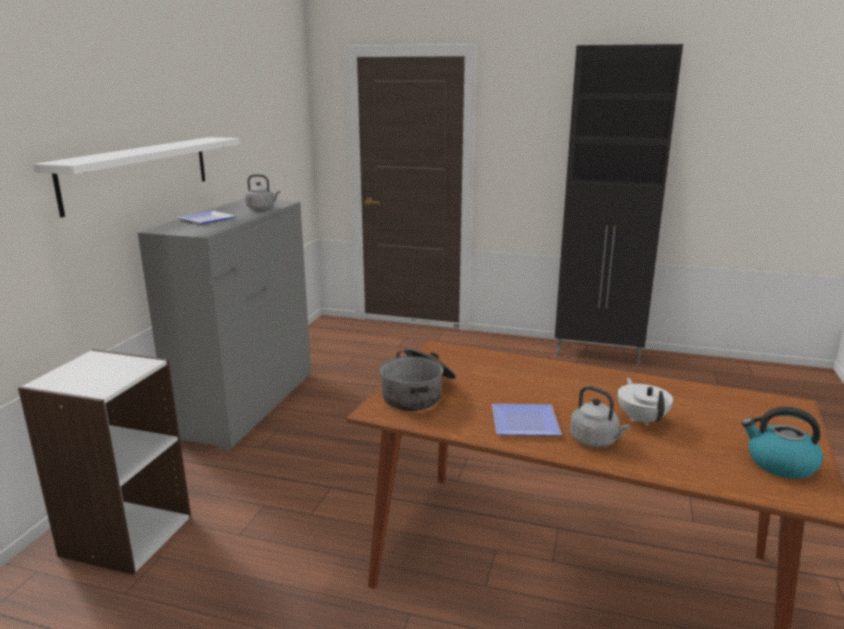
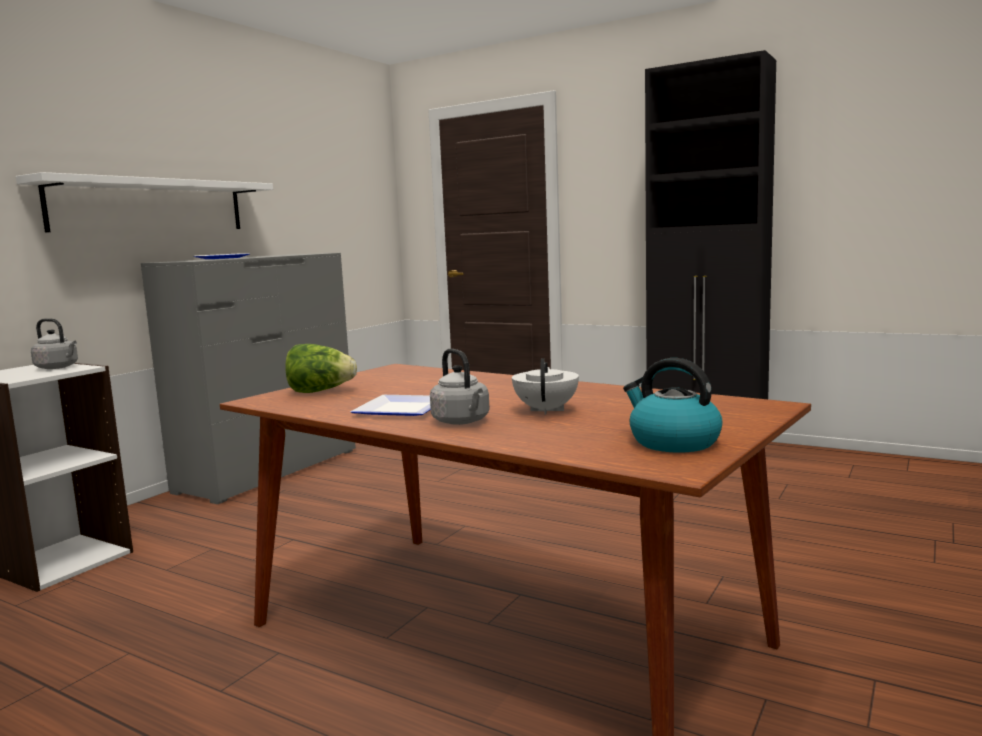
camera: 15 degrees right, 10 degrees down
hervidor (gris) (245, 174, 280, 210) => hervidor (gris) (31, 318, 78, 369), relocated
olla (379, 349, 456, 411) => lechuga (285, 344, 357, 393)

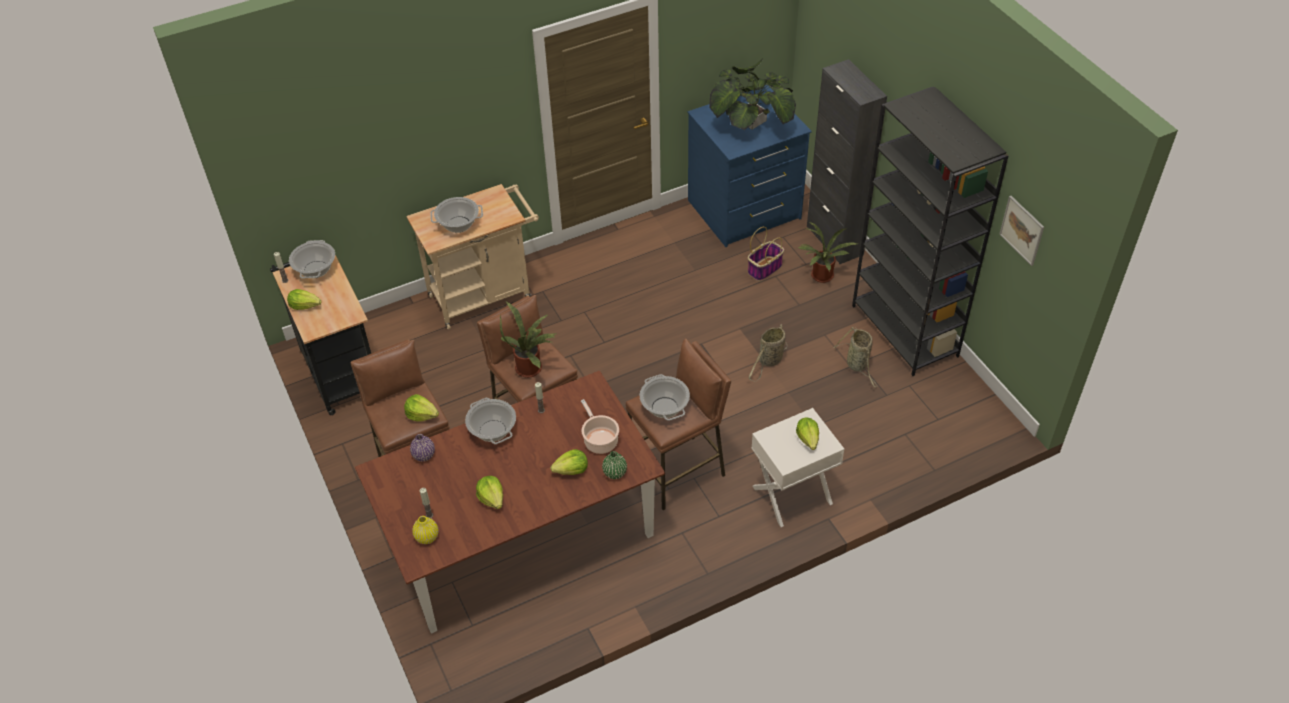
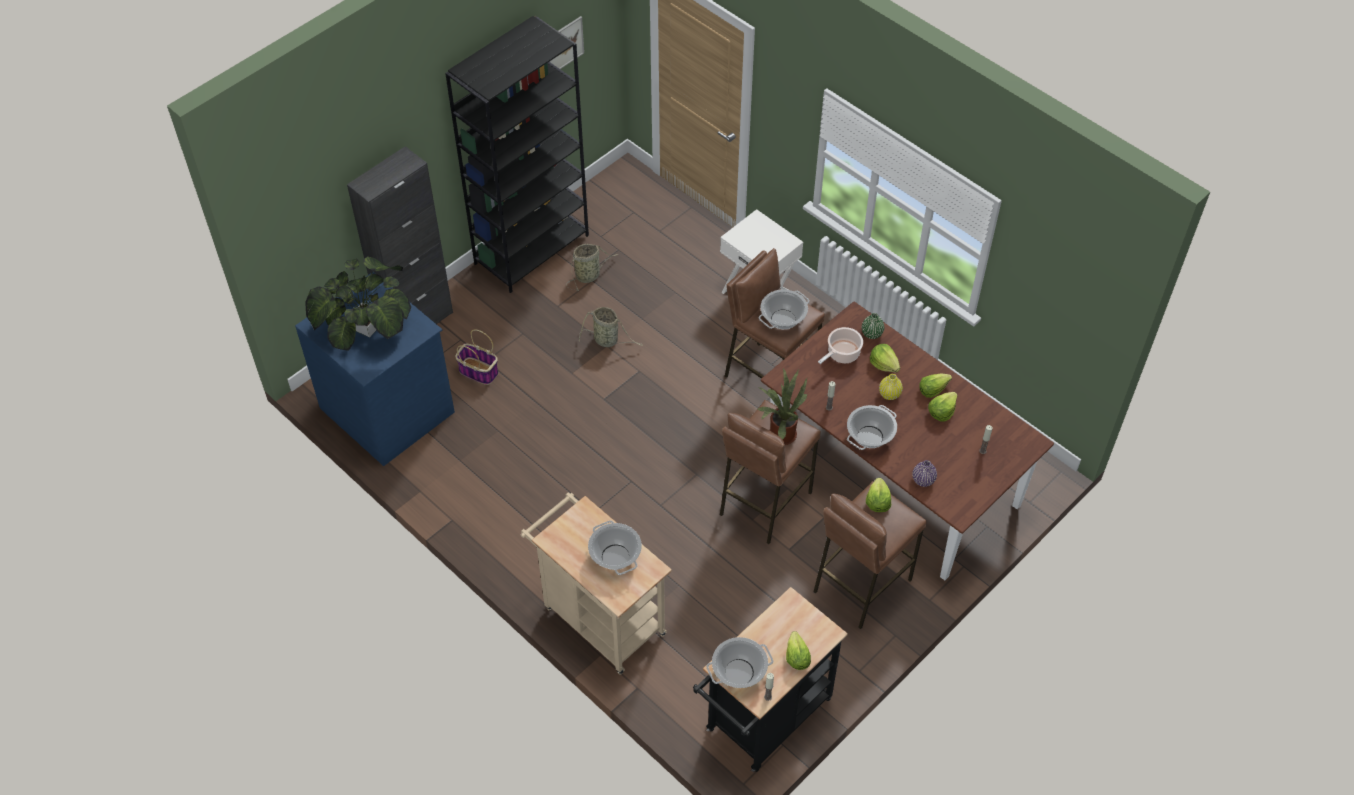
camera: 110 degrees left, 5 degrees up
planta en maceta (798, 222, 858, 283) => nothing
florero (amarillo) (412, 516, 438, 544) => florero (amarillo) (879, 374, 903, 400), relocated
lechuga (796, 418, 819, 450) => lechuga (919, 373, 952, 398), relocated

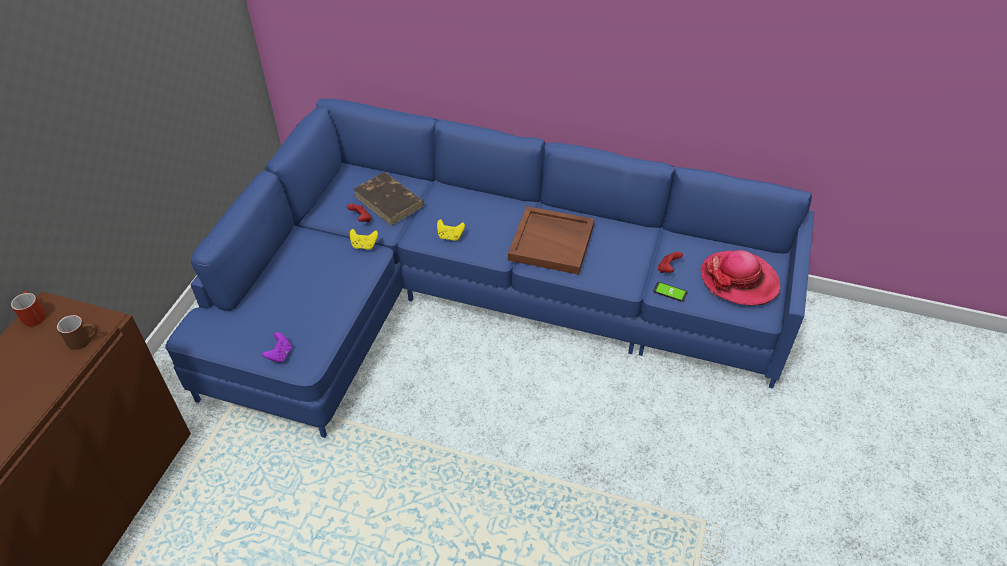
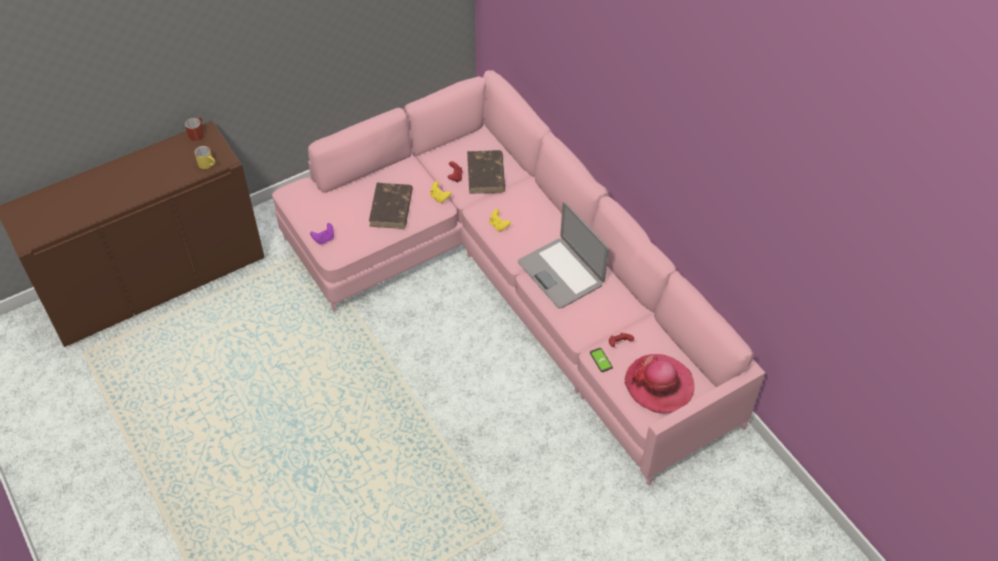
camera: 40 degrees right, 5 degrees up
nothing => libro (marrón) (369, 183, 413, 229)
bandeja (marrón) (508, 206, 594, 275) => portátil (518, 202, 609, 308)
taza grande (marrón) (57, 315, 97, 350) => taza grande (amarillo) (195, 146, 215, 169)
sofá (azul) (166, 98, 814, 438) => sofá (rosa) (272, 70, 765, 486)

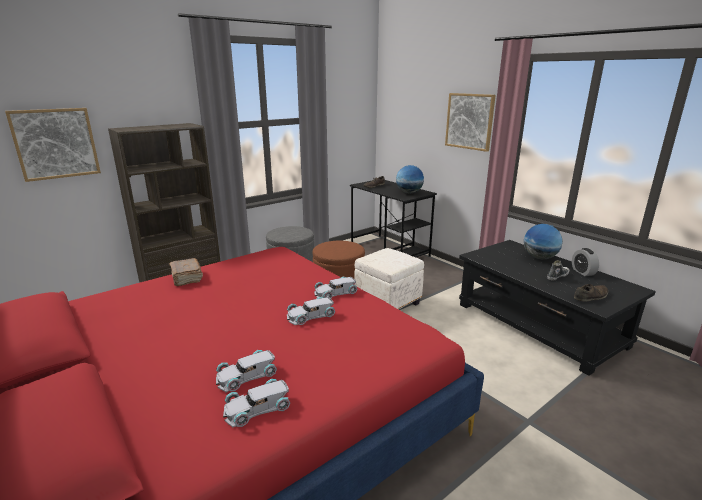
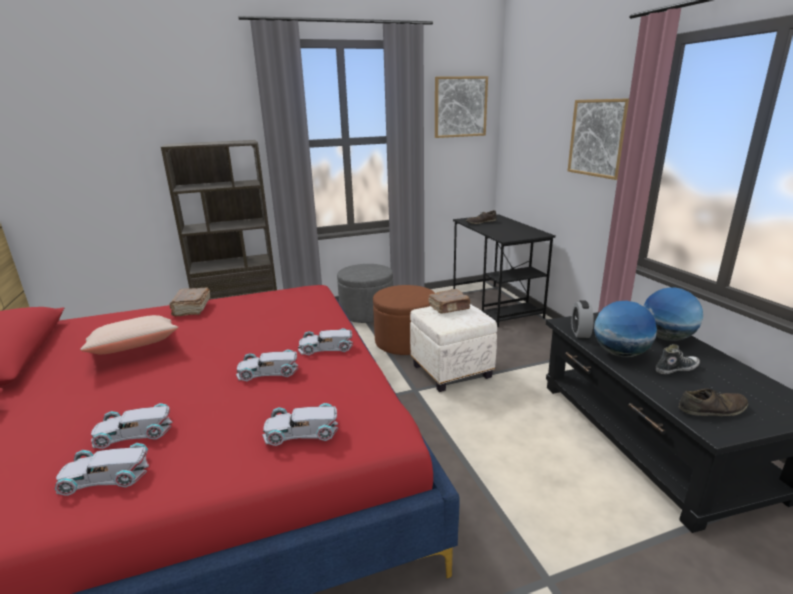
camera: 20 degrees right, 0 degrees up
nothing => cojín (beis) (80, 315, 179, 354)
nothing => coche de juguete (blanco) (262, 403, 338, 446)
nothing => libro (marrón) (428, 289, 470, 314)
cuadro (5, 108, 101, 182) => cuadro (435, 76, 488, 138), relocated
globo terráqueo (396, 165, 424, 194) => globo terráqueo (594, 301, 657, 357), relocated
despertador (572, 248, 599, 276) => despertador (571, 300, 594, 338), relocated

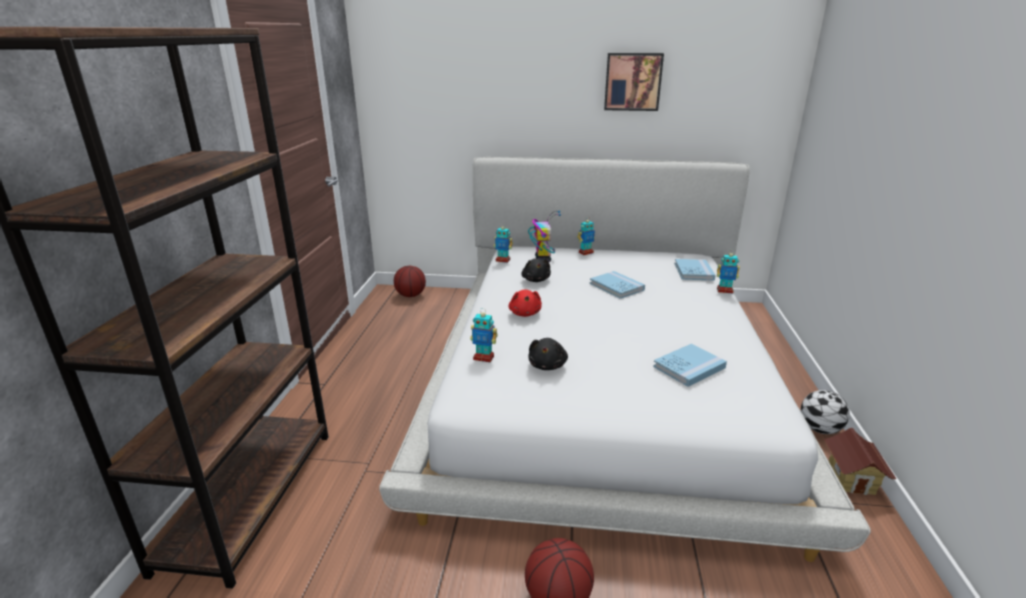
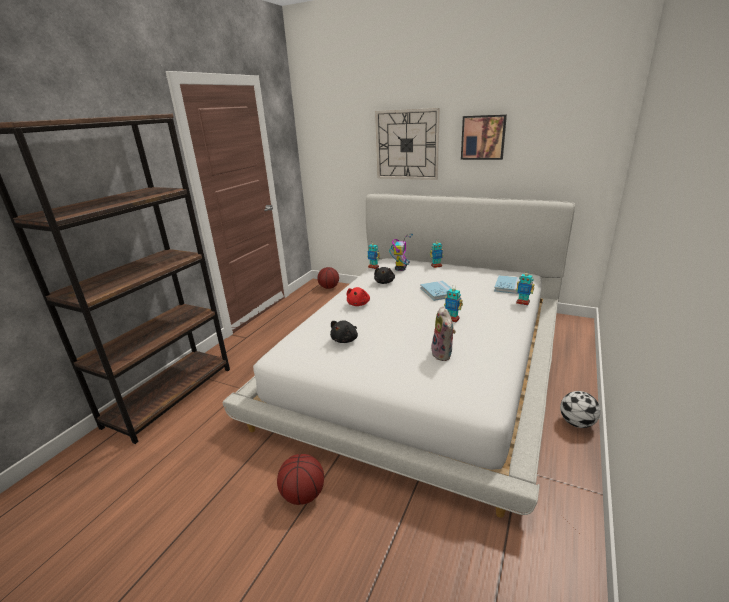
camera: 20 degrees right, 0 degrees up
casita (824, 428, 896, 495) => nothing
nothing => reloj de pared (375, 108, 440, 180)
robot de juguete (470, 308, 497, 362) => robot de juguete (444, 285, 463, 322), relocated
libro (azul) (653, 344, 727, 387) => peluche (431, 306, 456, 361)

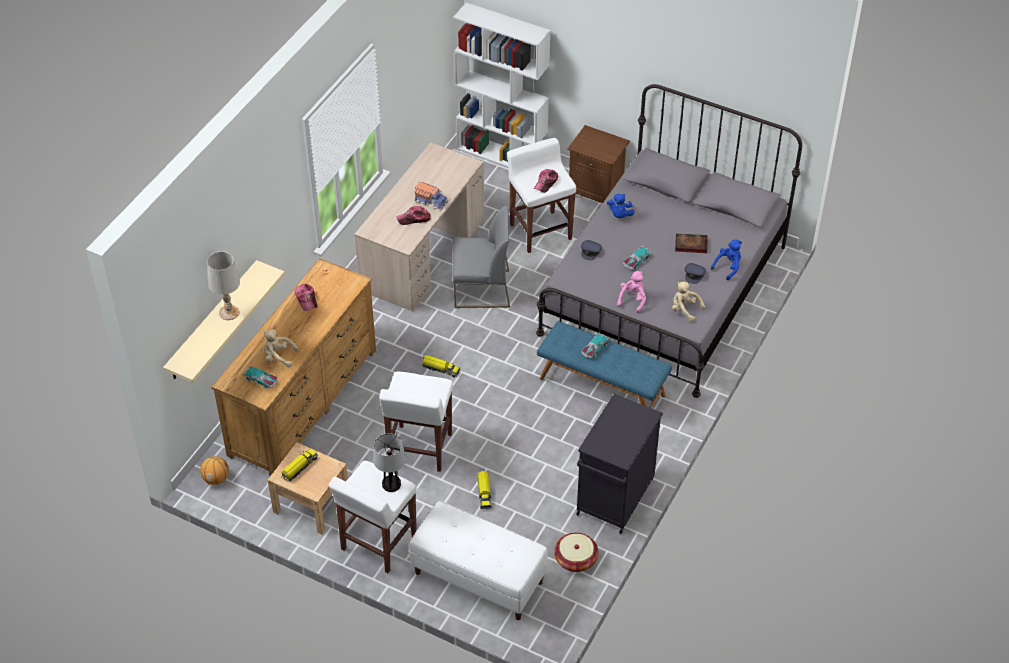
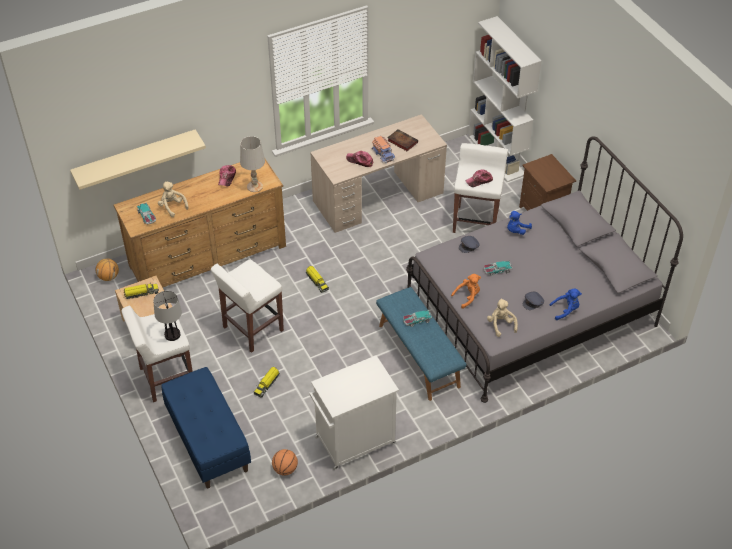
camera: 35 degrees right, 0 degrees up
silla (gris) (452, 205, 510, 308) => nothing
lámpara de mesa (blanco) (207, 251, 240, 320) => lámpara de mesa (blanco) (240, 136, 265, 192), relocated
libro (675, 233, 708, 253) => libro (387, 129, 418, 151), relocated
cesta (554, 533, 598, 572) => balón de baloncesto (272, 449, 298, 475)
banco (blanco) (409, 501, 548, 620) => banco (azul) (161, 367, 251, 488)
armario (negro) (576, 394, 663, 534) => armario (blanco) (309, 355, 399, 470)
peluche (rosa) (617, 271, 646, 313) => peluche (naranja) (451, 274, 481, 309)

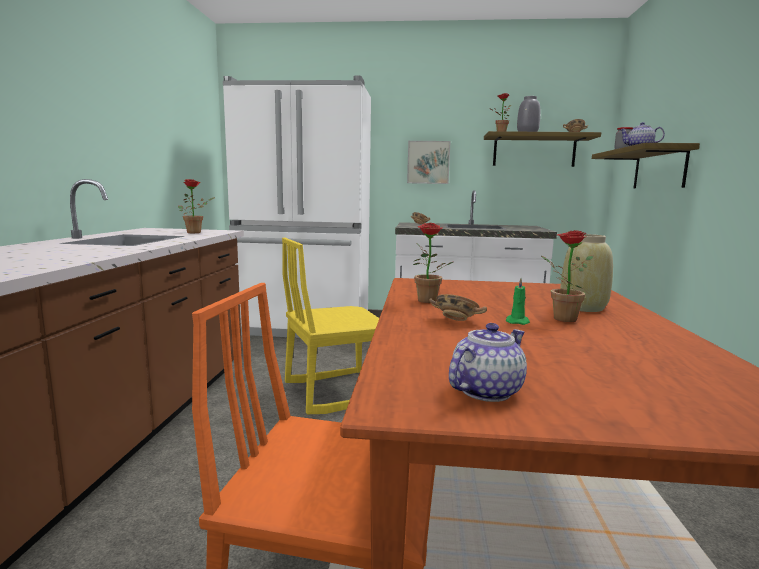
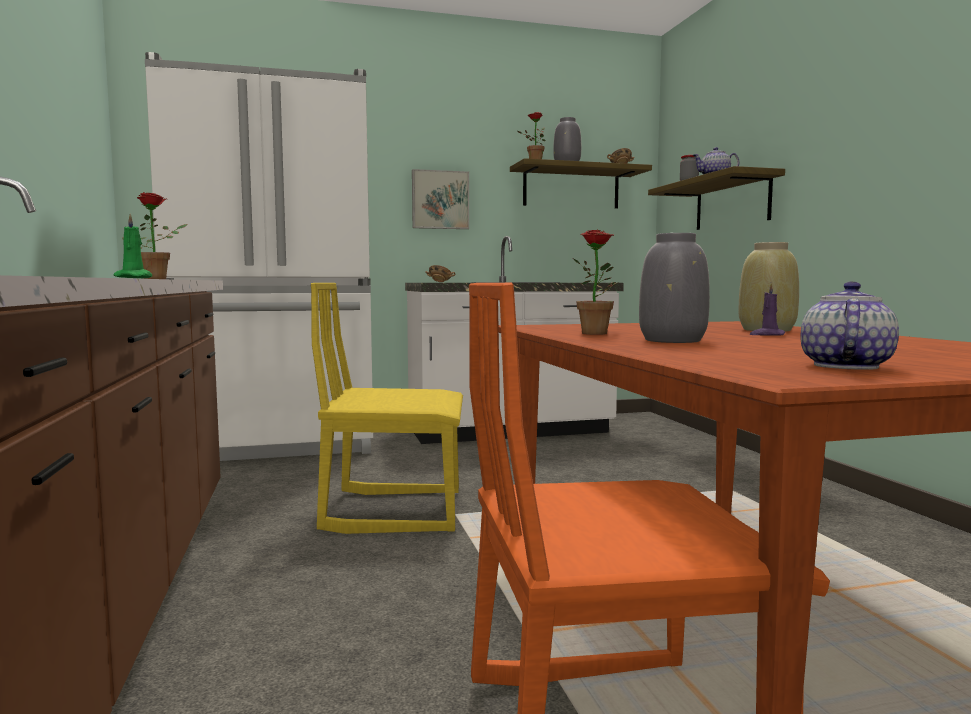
camera: 20 degrees left, 5 degrees down
vela (verde) (506, 278, 530, 325) => vela (verde) (113, 214, 152, 278), relocated
cuenco (429, 294, 487, 321) => florero (gris) (639, 233, 710, 343)
planta en maceta (541, 230, 594, 322) => vela (morado) (750, 283, 785, 336)
silla (amarillo) (282, 238, 379, 415) => silla (amarillo) (311, 283, 463, 534), 45 degrees clockwise

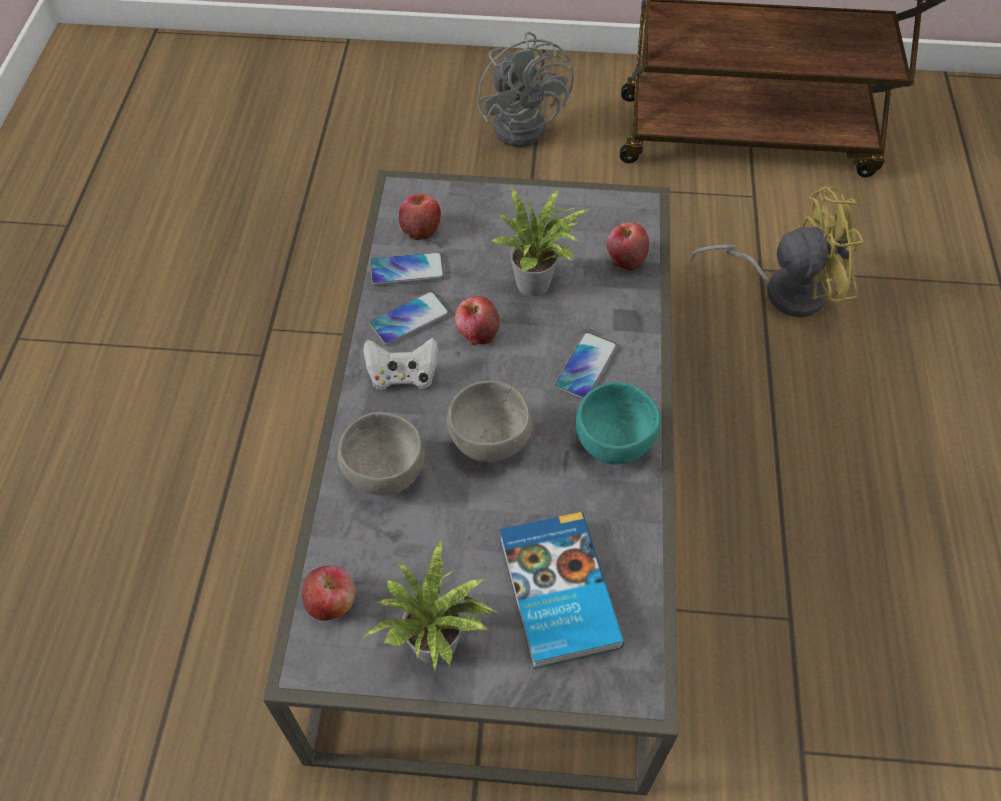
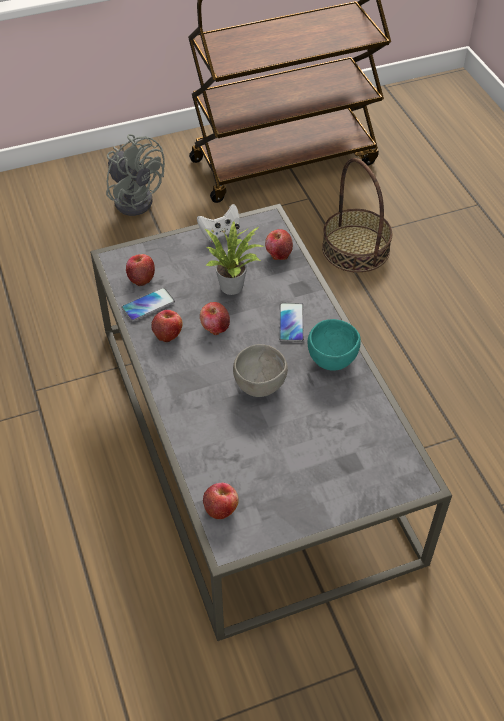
camera: 25 degrees left, 5 degrees down
cuenco (gris) (338, 412, 424, 496) => nothing
planta en maceta (362, 538, 498, 673) => nothing
libro (500, 512, 624, 669) => nothing
mando de consola (blanco) (363, 338, 438, 390) => mando de consola (blanco) (197, 204, 240, 242), relocated
móvil (369, 291, 450, 346) => manzana (151, 310, 183, 342)
ventilador (amarillo) (691, 186, 864, 317) => cesta (322, 158, 392, 273)

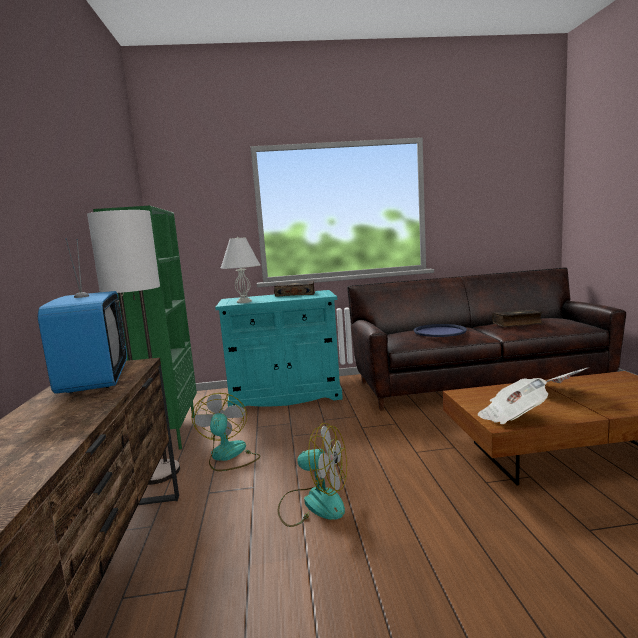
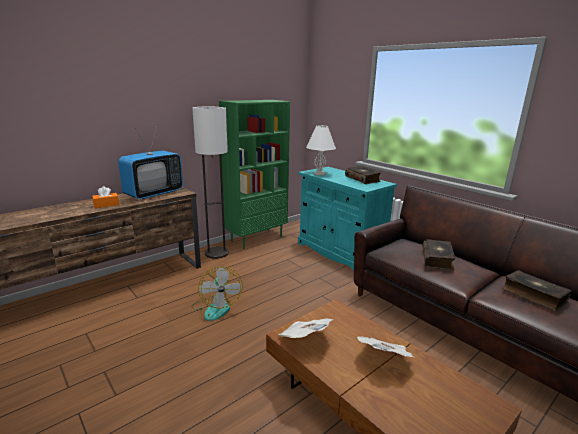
camera: 55 degrees right, 10 degrees up
ventilador (191, 393, 260, 471) => nothing
nothing => caja de pañuelos (naranja) (92, 186, 119, 208)
bandeja (azul) (414, 324, 467, 337) => libro (422, 239, 455, 270)

